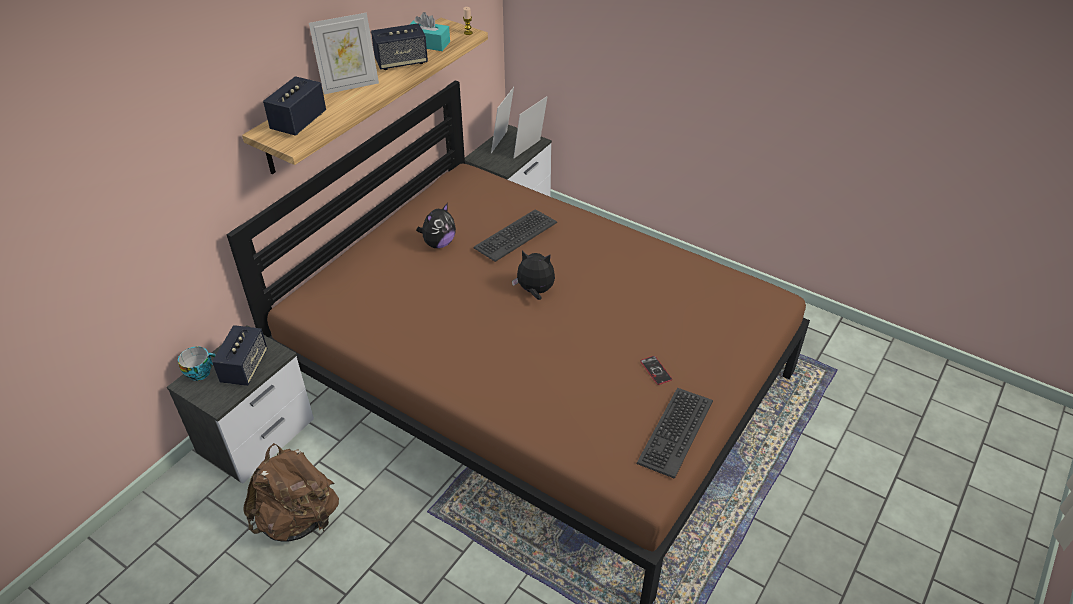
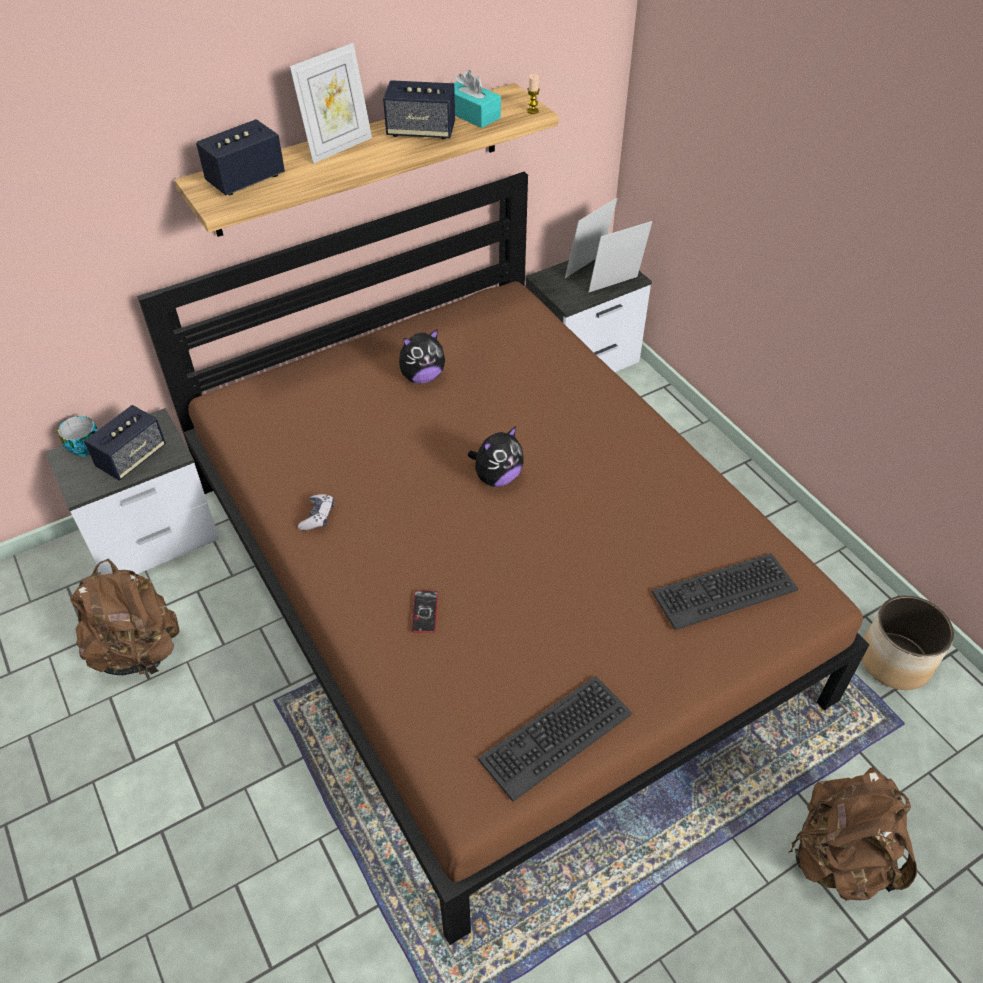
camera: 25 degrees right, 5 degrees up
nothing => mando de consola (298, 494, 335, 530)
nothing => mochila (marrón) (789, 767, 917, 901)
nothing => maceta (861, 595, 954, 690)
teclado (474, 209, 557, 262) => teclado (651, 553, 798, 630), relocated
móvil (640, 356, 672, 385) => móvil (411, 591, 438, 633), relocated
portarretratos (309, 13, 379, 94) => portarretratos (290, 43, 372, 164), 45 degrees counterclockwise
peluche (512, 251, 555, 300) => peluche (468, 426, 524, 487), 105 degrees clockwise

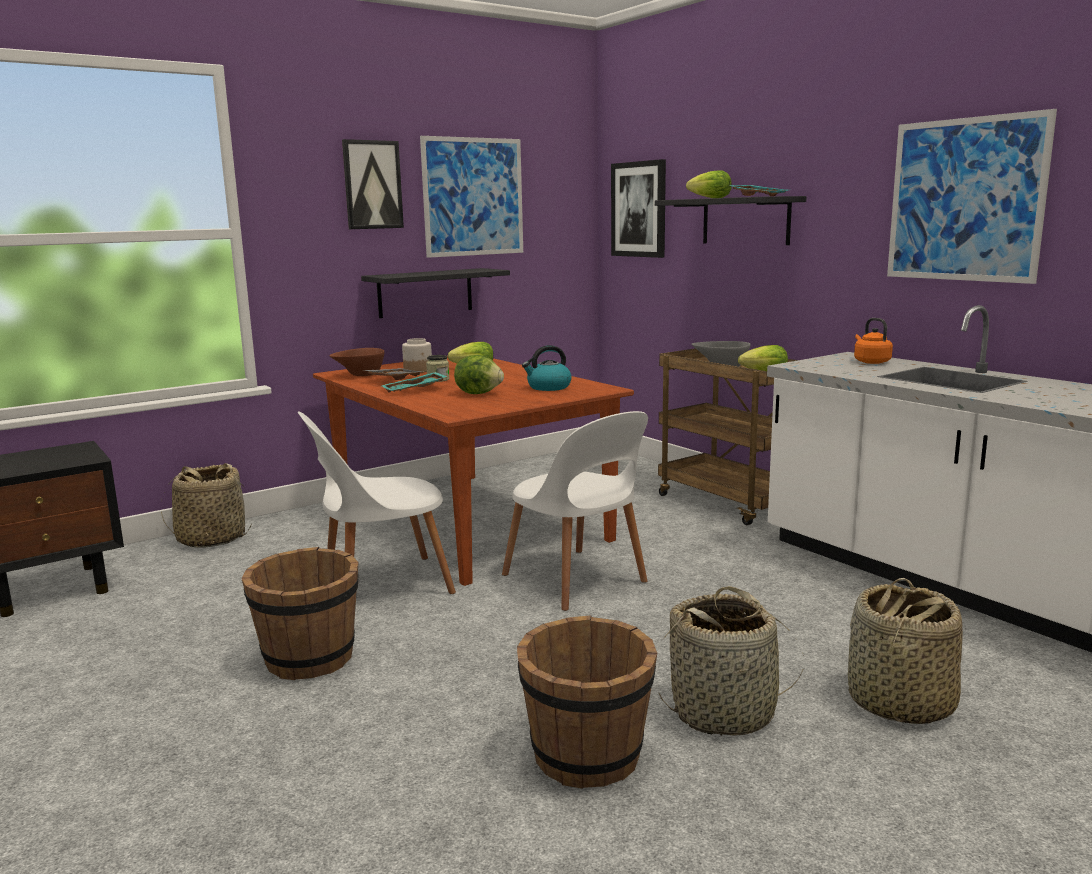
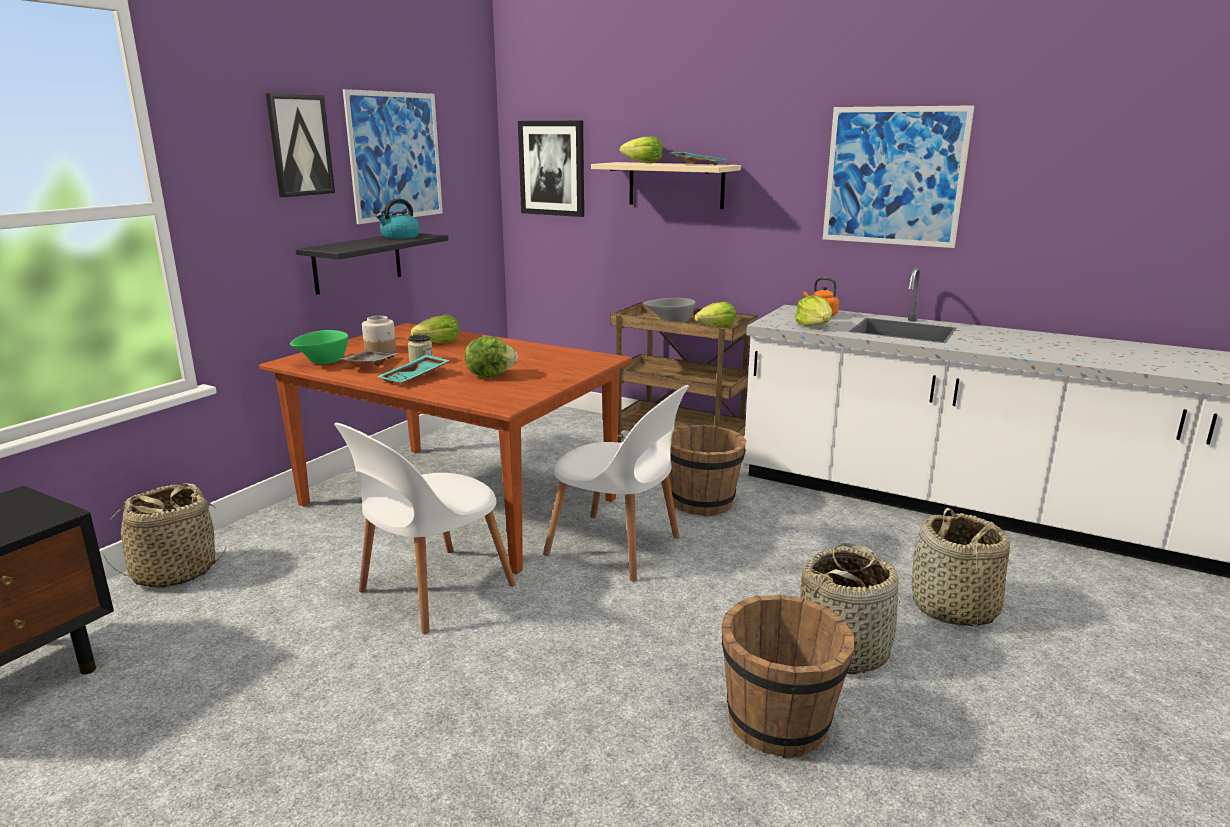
camera: 25 degrees left, 5 degrees up
nothing => lechuga (795, 296, 832, 326)
cubo (marrón) (242, 547, 359, 680) => cubo (marrón) (669, 425, 747, 517), relocated
hervidor (522, 345, 572, 391) => hervidor (376, 199, 420, 239), relocated
cuenco (marrón) (329, 348, 384, 376) => cuenco (verde) (290, 330, 348, 364)
estante (negro) (655, 196, 806, 245) => estante (beis) (591, 162, 741, 209)

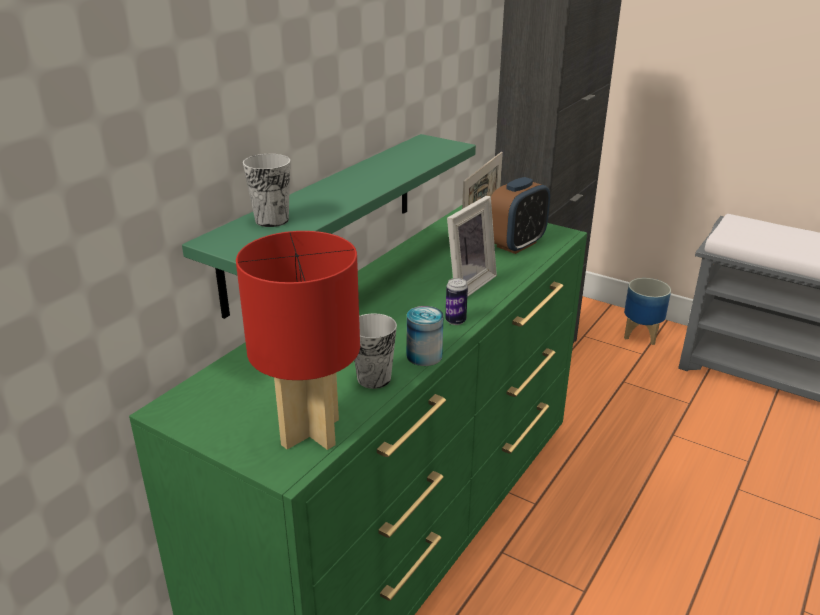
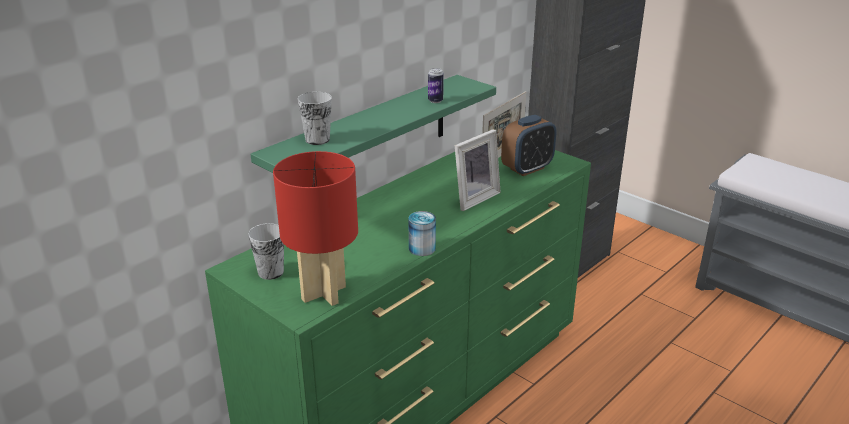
camera: 10 degrees right, 0 degrees up
maceta (624, 278, 671, 345) => nothing
taza (354, 313, 397, 389) => taza (248, 223, 284, 280), relocated
lata (445, 278, 468, 325) => lata (428, 68, 444, 103), relocated

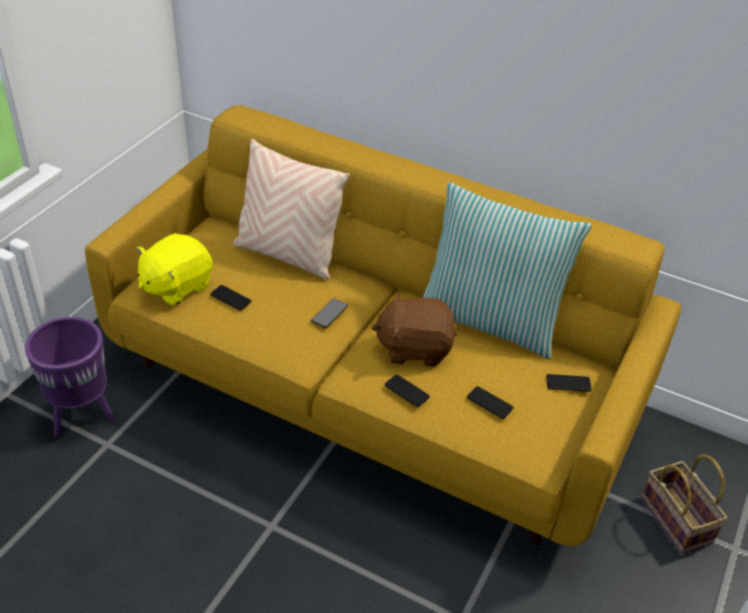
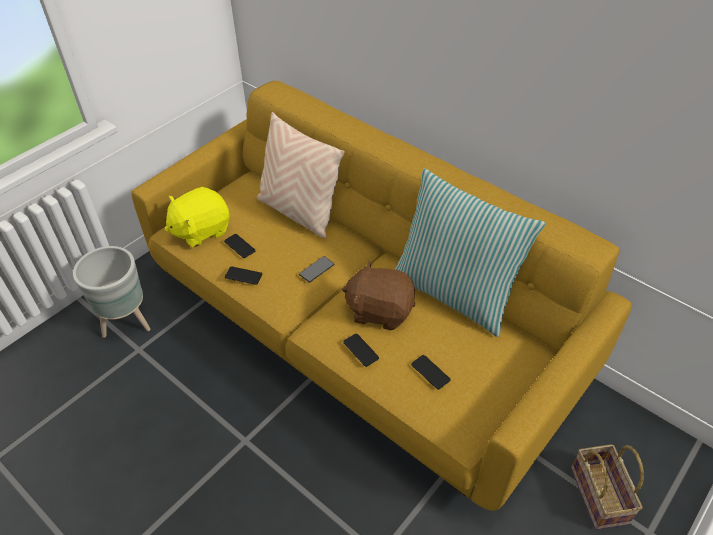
camera: 15 degrees right, 5 degrees up
móvil (546, 374, 591, 392) => móvil (225, 267, 262, 285), relocated
maceta (morado) (25, 317, 115, 437) => maceta (gris) (73, 246, 151, 338)

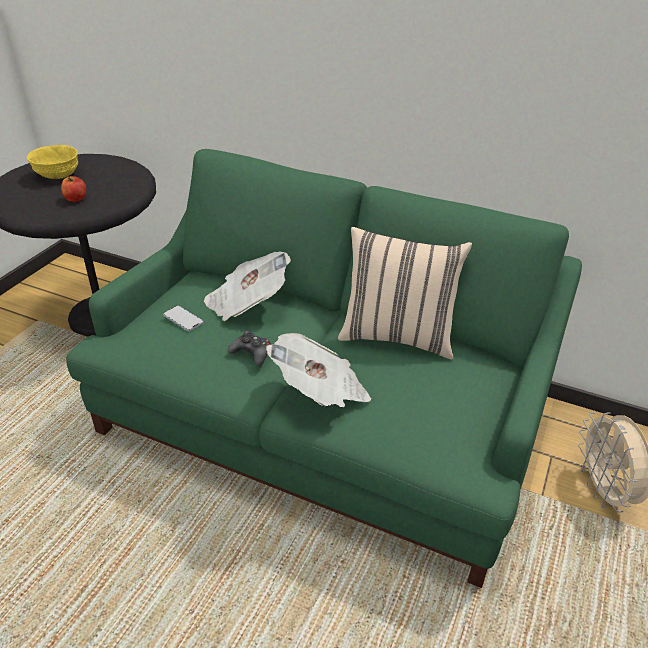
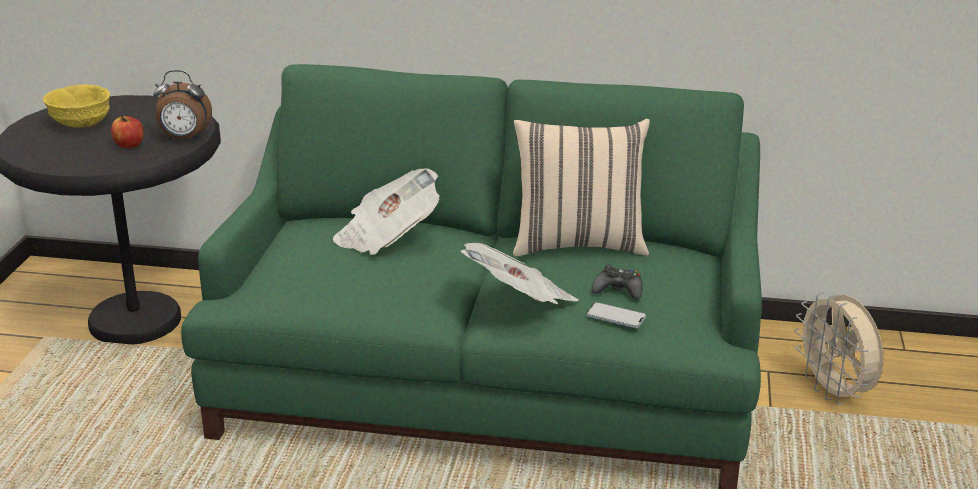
camera: 15 degrees left, 10 degrees down
nothing => despertador (153, 70, 212, 140)
móvil (163, 305, 204, 331) => móvil (586, 302, 646, 328), relocated
mando de consola (negro) (228, 331, 271, 366) => mando de consola (negro) (592, 264, 643, 299), relocated

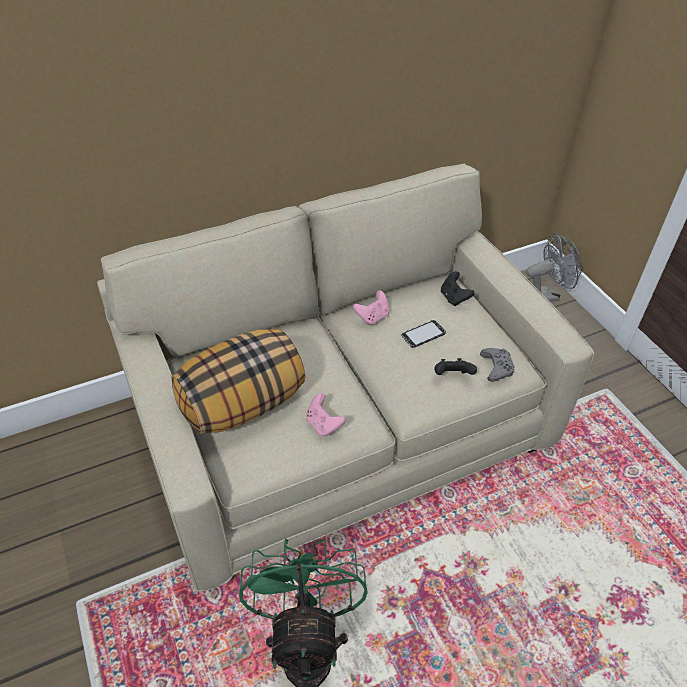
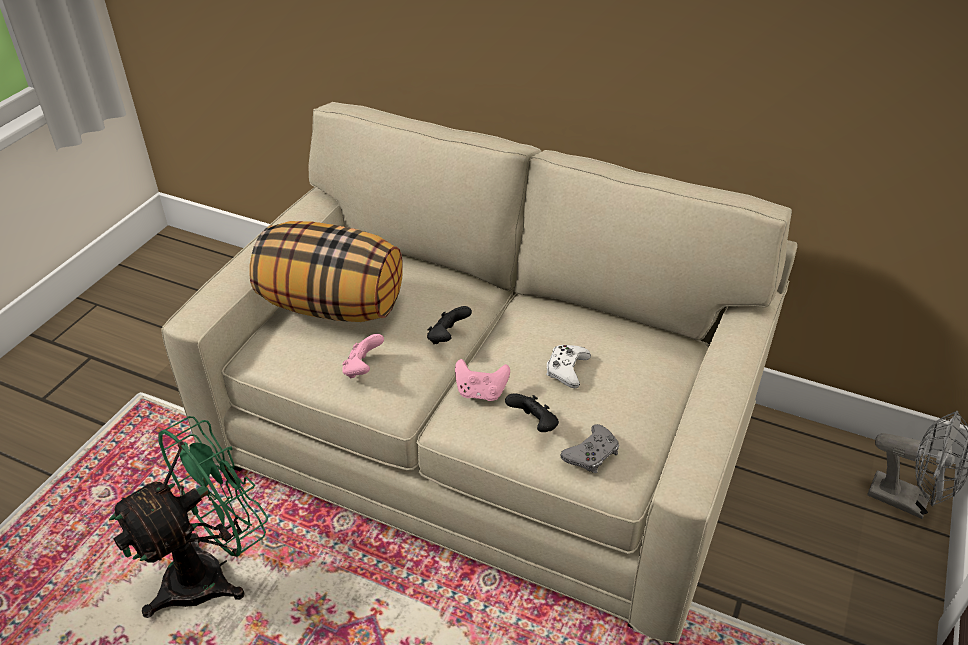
camera: 50 degrees right, 5 degrees down
mando de consola (rosa) (353, 290, 389, 325) => mando de consola (rosa) (455, 359, 510, 401), relocated
mando de consola (negro) (441, 271, 474, 306) => mando de consola (negro) (427, 306, 472, 344), relocated
móvil (401, 320, 446, 348) => mando de consola (blanco) (546, 345, 591, 389)

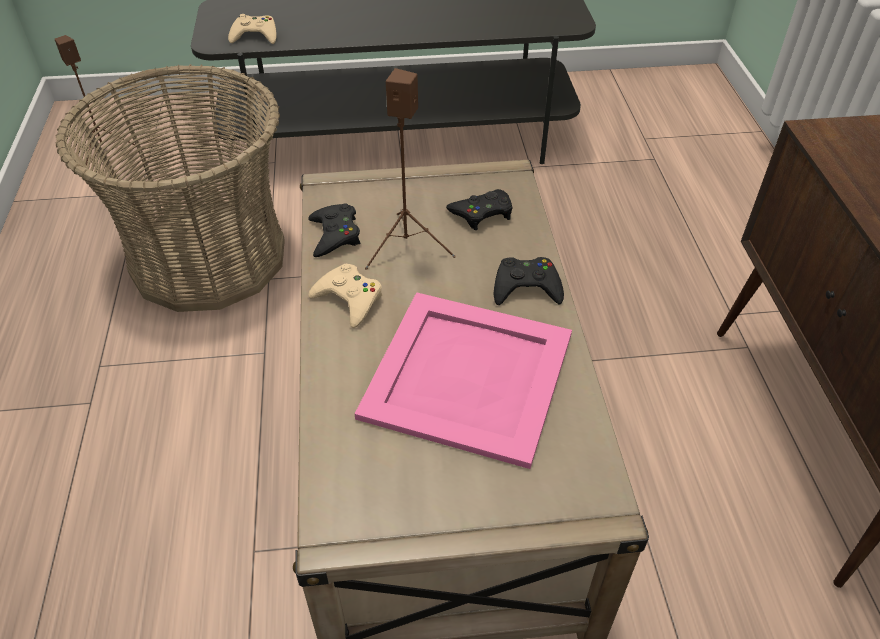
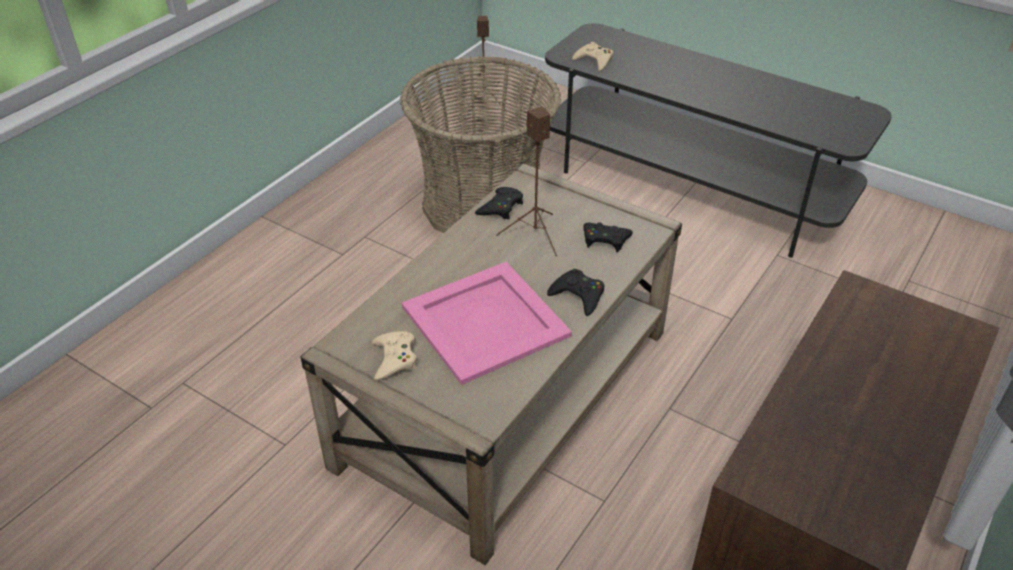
camera: 40 degrees right, 5 degrees down
mando de consola (beis) (308, 264, 382, 328) => mando de consola (beis) (372, 331, 416, 380), relocated

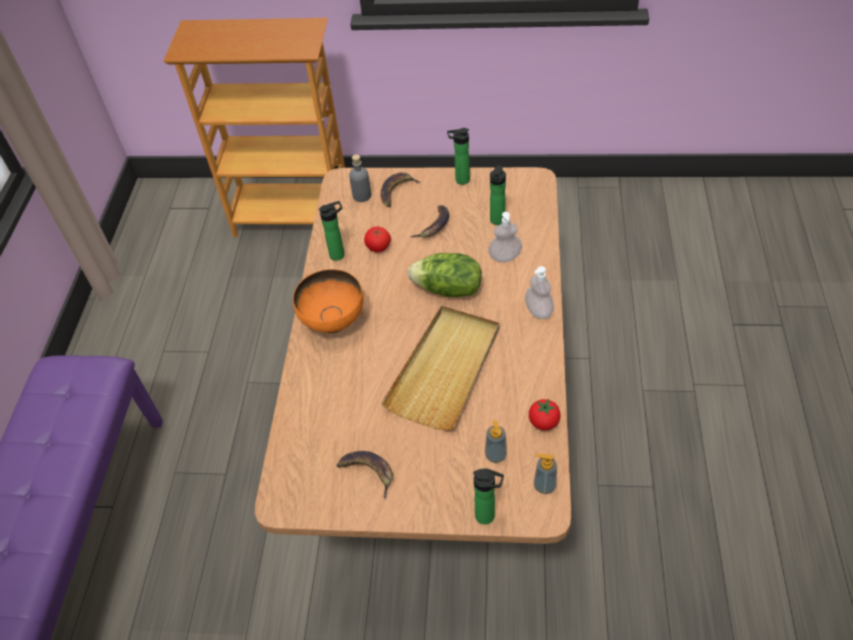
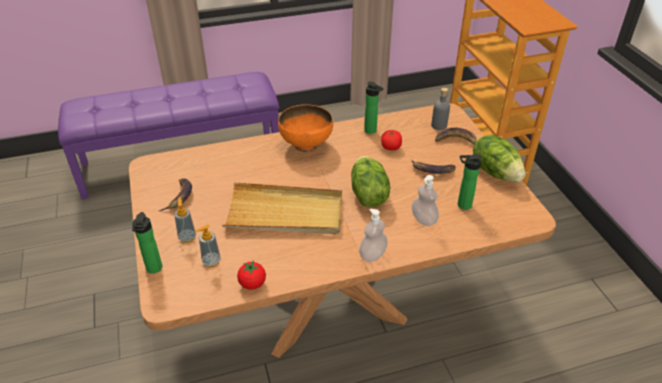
camera: 65 degrees right, 10 degrees down
dispensador de jabón (534, 454, 557, 494) => dispensador de jabón (174, 197, 196, 243), relocated
botella (447, 128, 470, 185) => lechuga (473, 135, 526, 182)

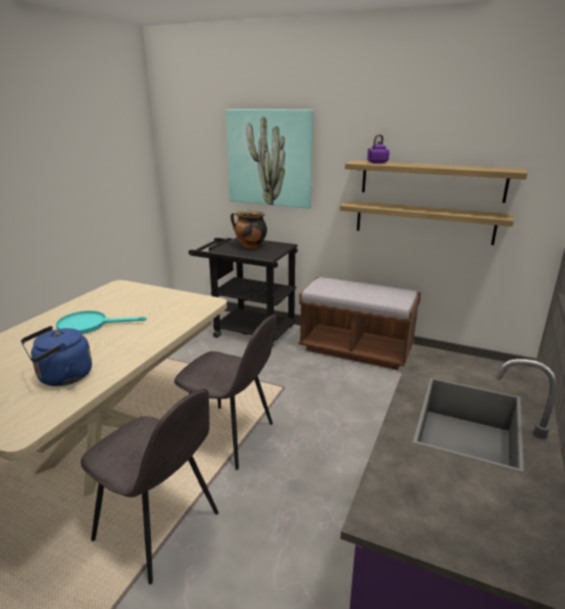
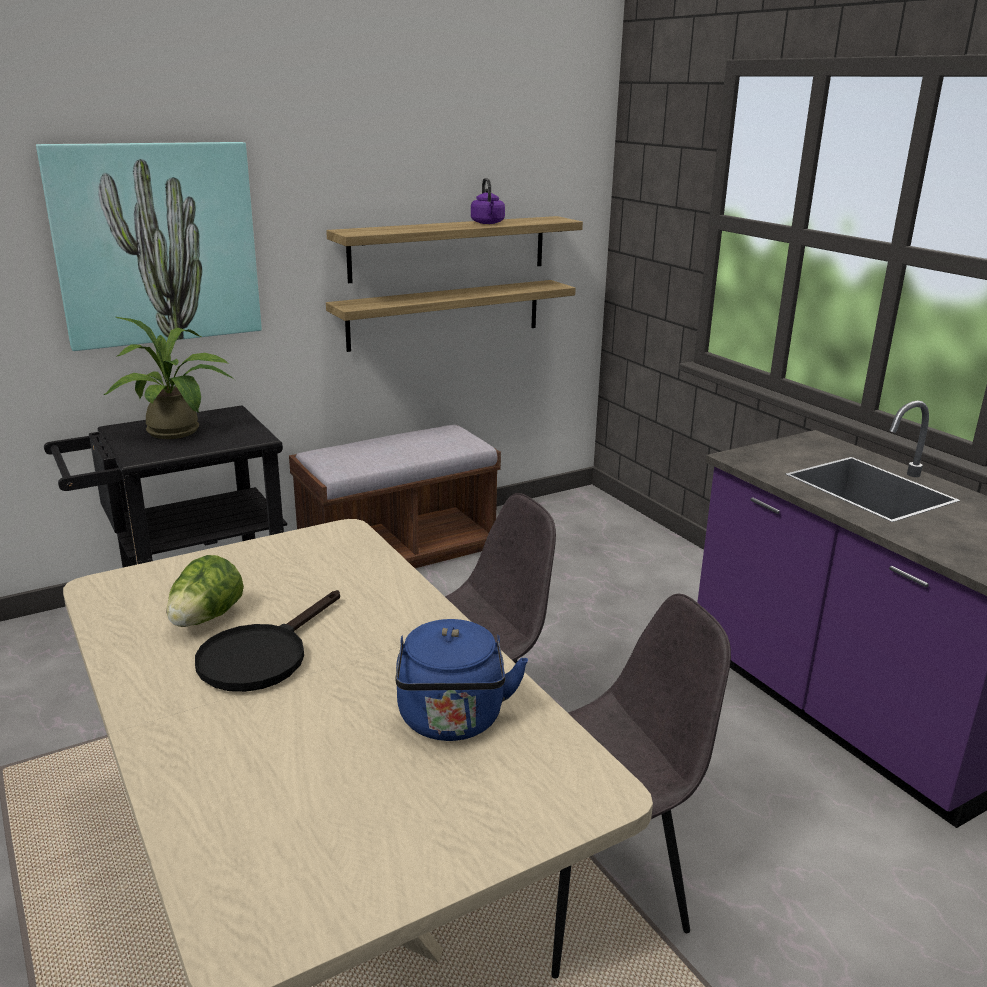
camera: 55 degrees left, 0 degrees up
nothing => lechuga (166, 555, 244, 627)
hervidor (morado) (367, 135, 389, 164) => hervidor (morado) (471, 178, 505, 224), relocated
olla (230, 211, 267, 249) => planta en maceta (104, 317, 235, 439)
sartén (turquesa) (56, 311, 147, 334) => sartén (negro) (195, 590, 340, 692)

